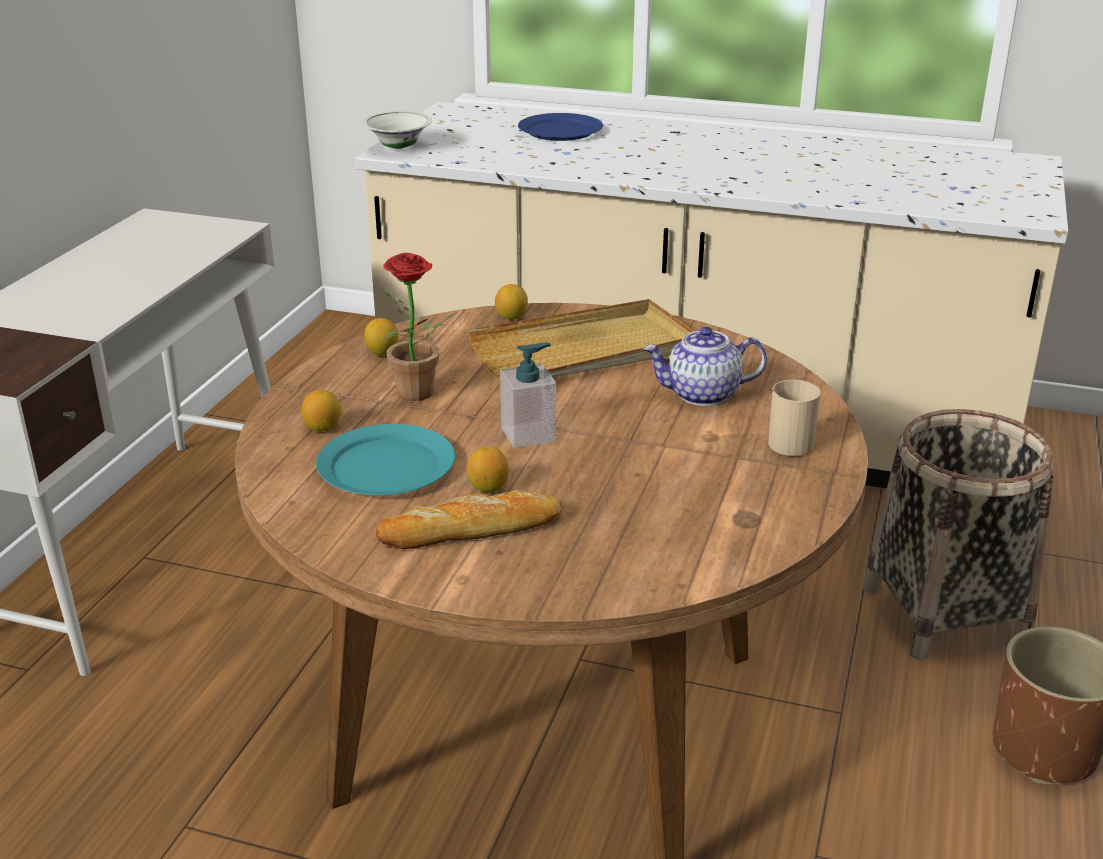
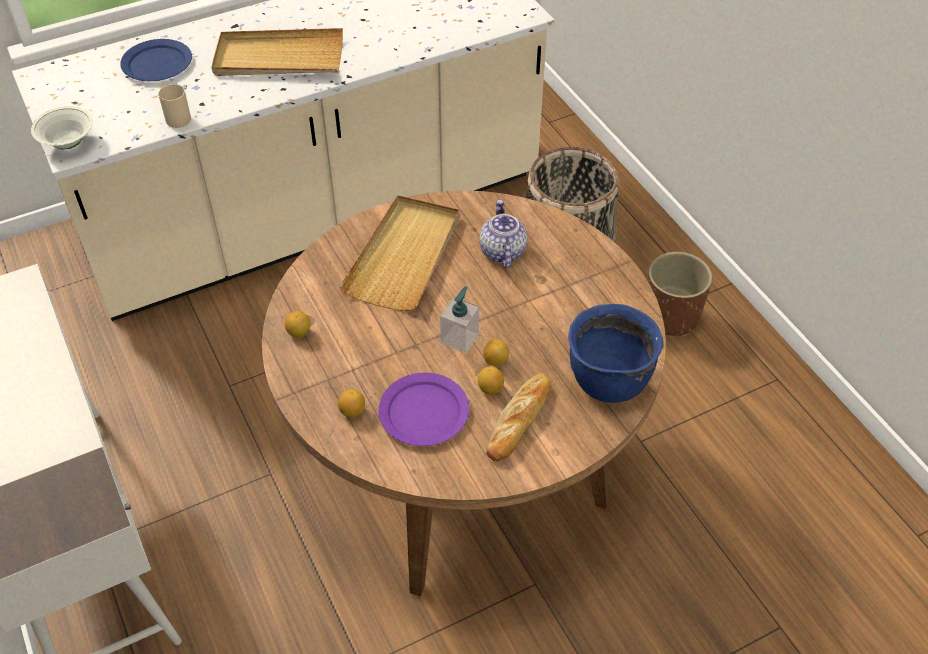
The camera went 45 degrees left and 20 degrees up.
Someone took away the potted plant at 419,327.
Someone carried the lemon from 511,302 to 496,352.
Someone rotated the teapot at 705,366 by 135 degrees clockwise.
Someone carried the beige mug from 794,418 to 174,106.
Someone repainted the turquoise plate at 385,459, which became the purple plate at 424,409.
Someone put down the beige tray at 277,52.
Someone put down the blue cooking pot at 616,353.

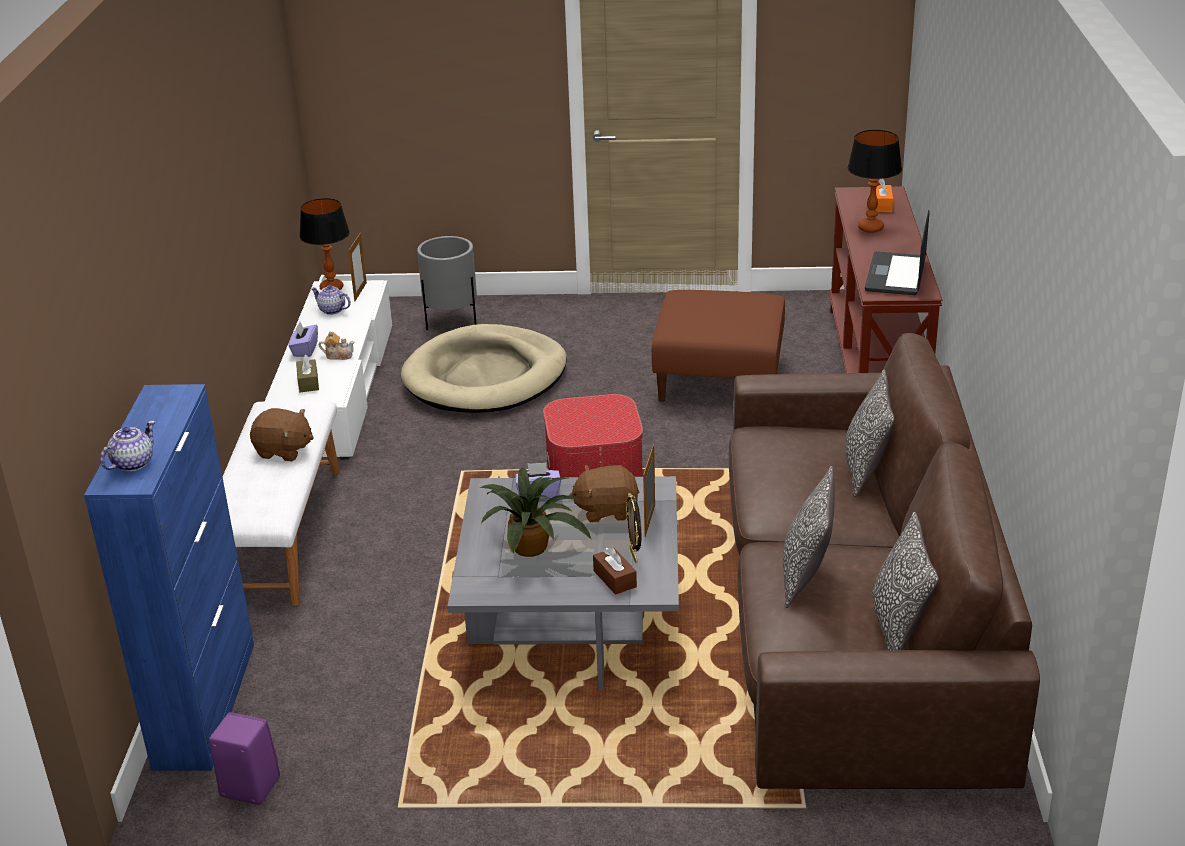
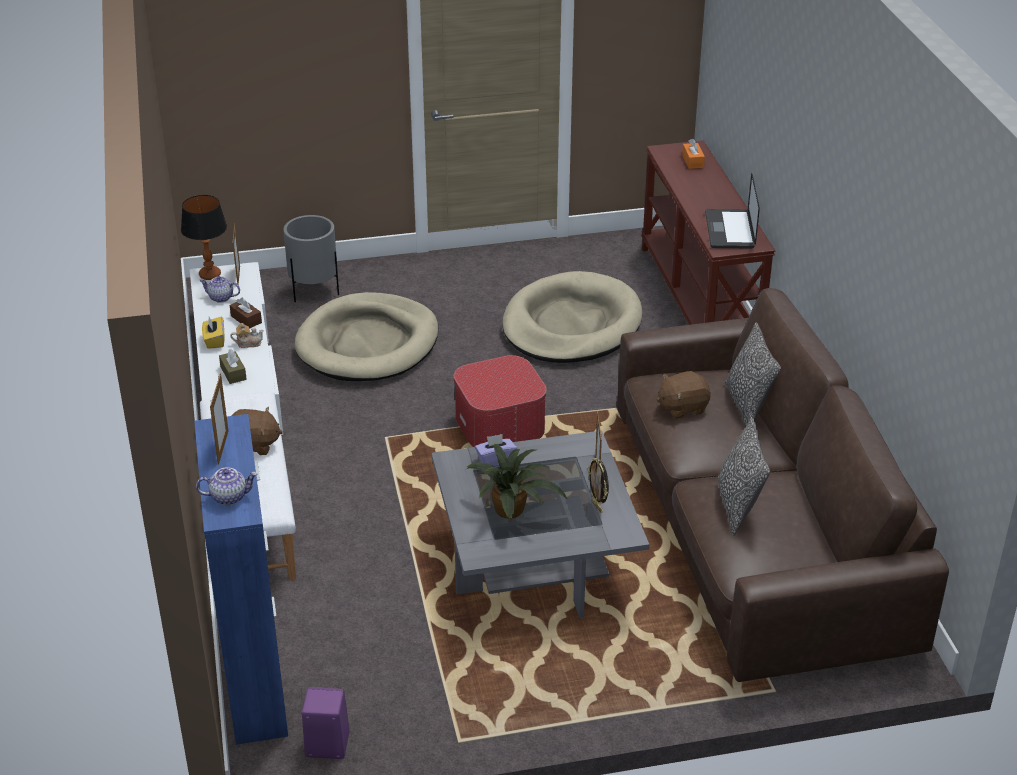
The camera went 15 degrees left and 5 degrees up.
Someone took away the table lamp at 875,181.
Someone swapped the brown ottoman at 718,346 for the beige dog bed at 572,317.
Someone repainted the purple tissue box at 303,339, which became the yellow tissue box at 213,332.
Someone rotated the teapot at 127,446 by 60 degrees clockwise.
Someone carried the brown plush toy from 604,494 to 684,395.
Someone took away the pillow at 905,581.
Someone carried the brown tissue box from 615,571 to 246,313.
Someone put down the picture frame at 219,419.

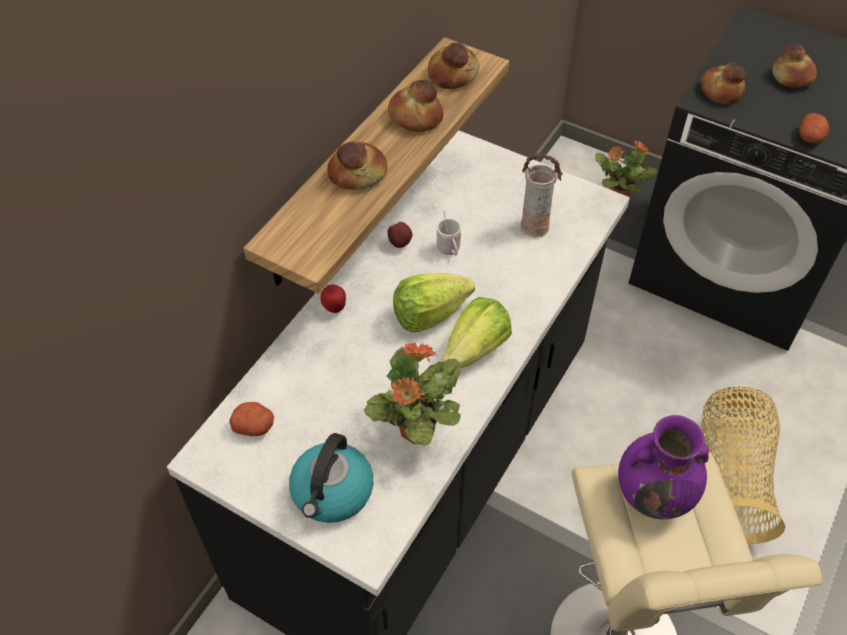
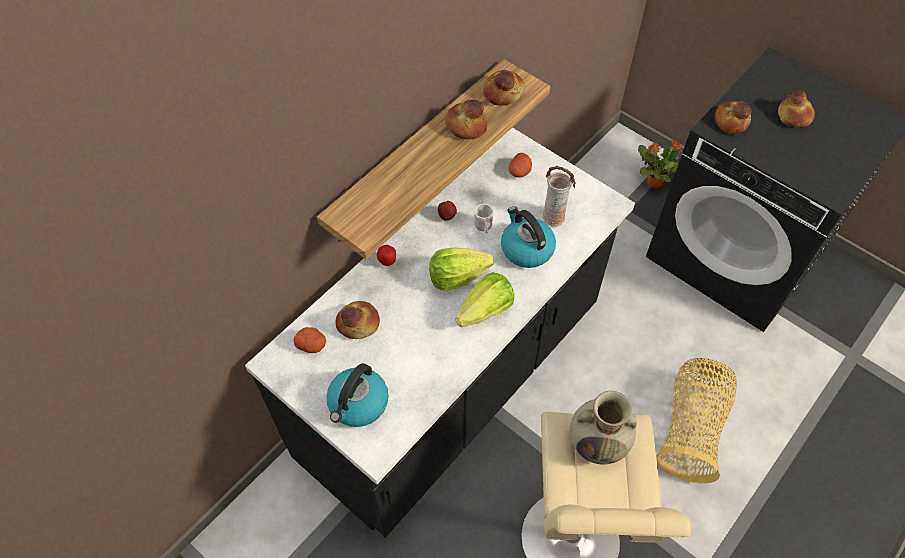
The camera went 10 degrees right and 5 degrees up.
Someone carried the potato from 814,128 to 520,165.
Someone carried the bread from 357,165 to 358,320.
Someone took away the potted plant at 412,394.
Someone repainted the purple vase at 663,467, which became the beige vase at 603,428.
Someone put down the kettle at 528,237.

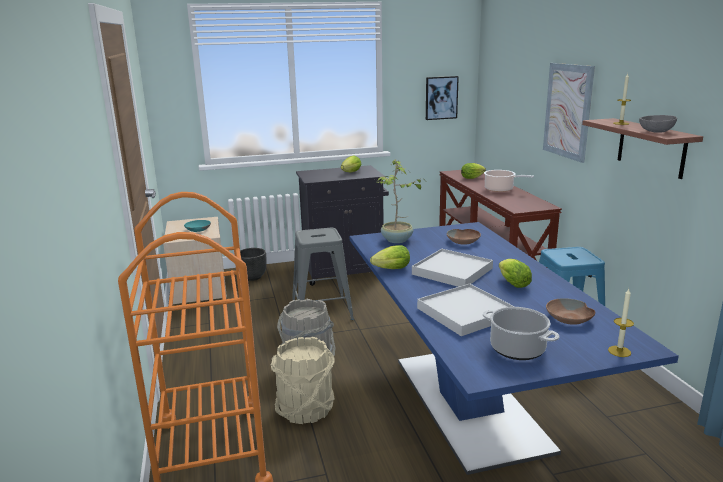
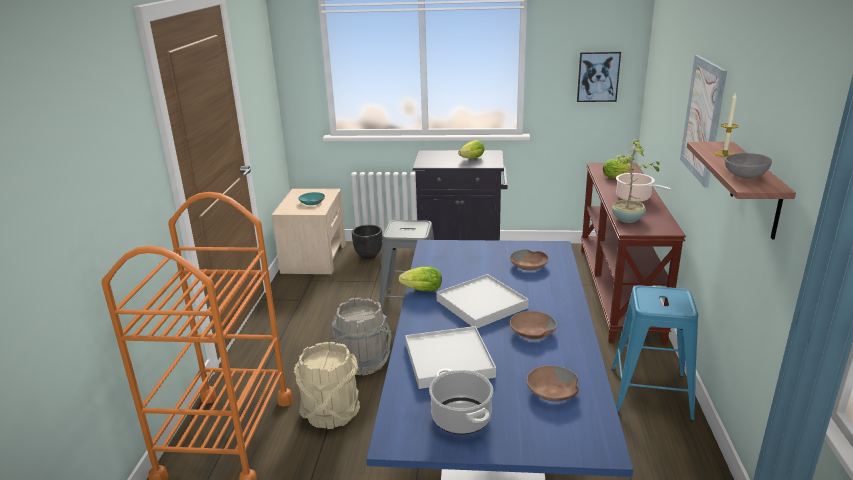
The camera went 20 degrees right and 5 degrees up.
Someone carried the potted plant from 399,201 to 636,181.
Someone swapped the lettuce at 515,273 for the brown bowl at 533,325.
Someone took away the candle at 621,323.

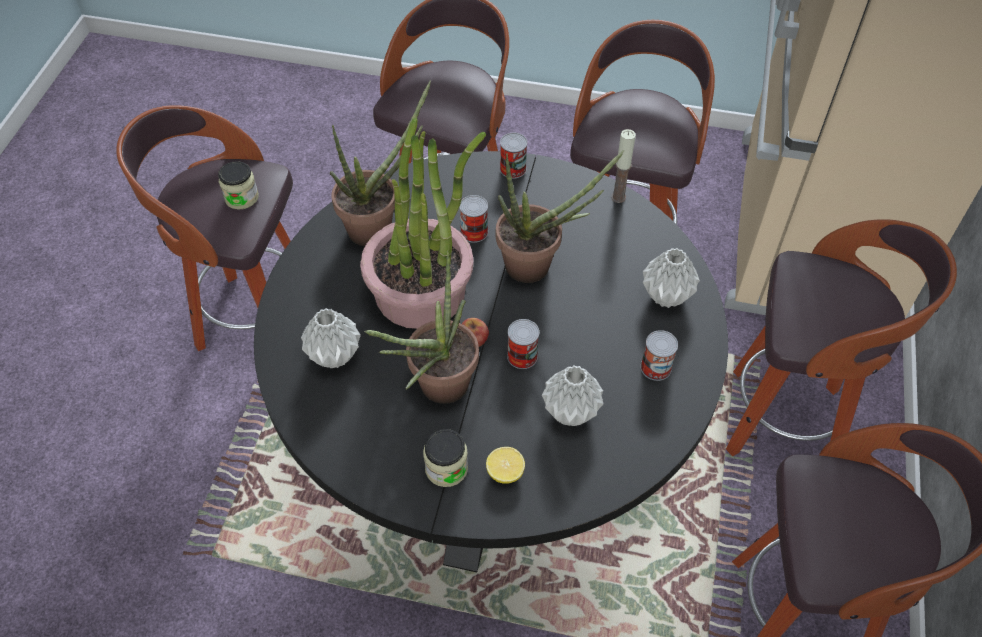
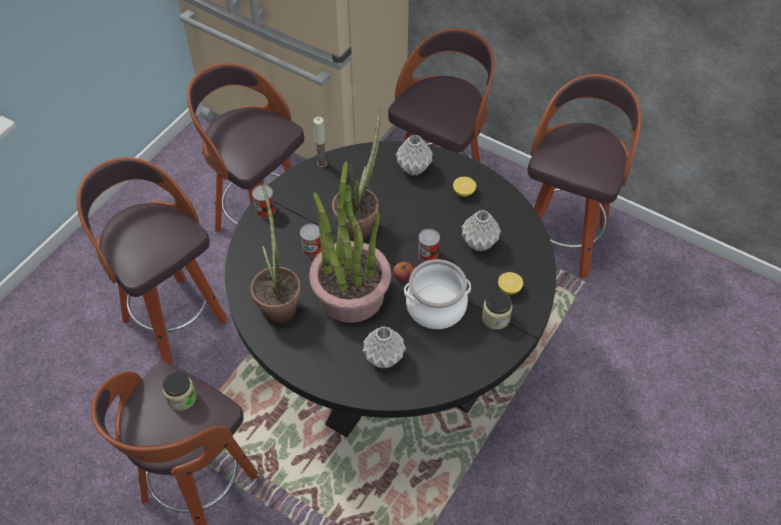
The camera went 70 degrees left and 0 degrees up.
Someone swapped the potted plant at 421,327 for the cooking pot at 437,294.
Someone swapped the can at 659,355 for the lemon at 464,187.

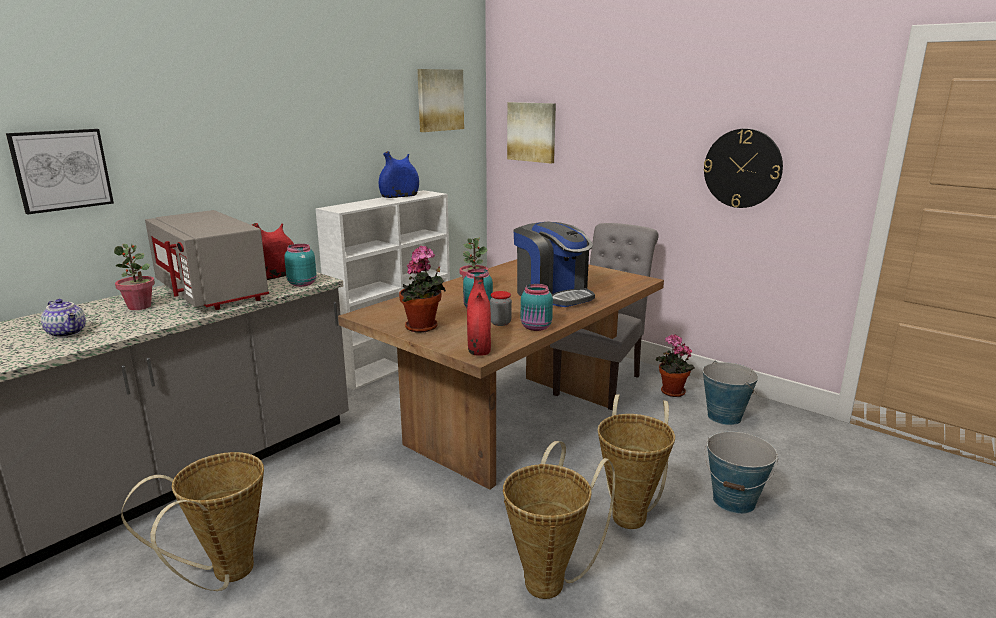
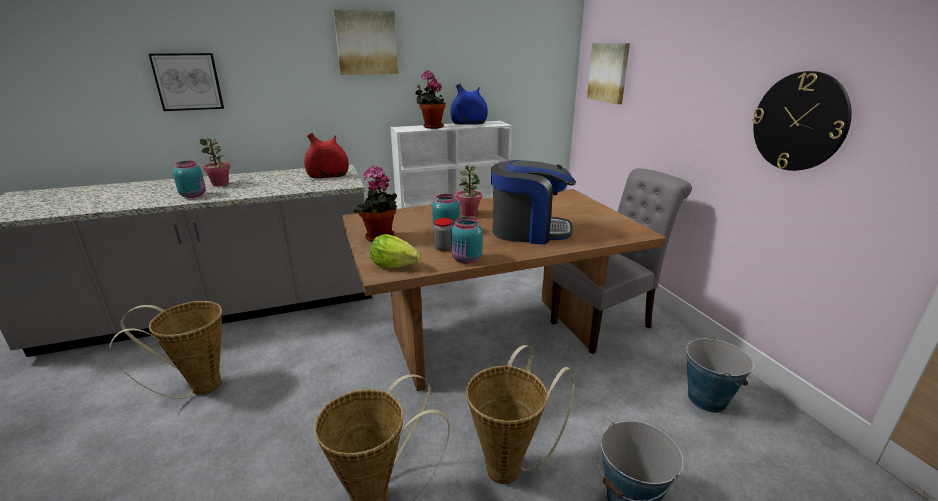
The camera went 30 degrees right and 5 degrees up.
Someone carried the picture from 440,100 to 365,42.
Someone took away the grey microwave at 207,260.
Someone rotated the coffee machine at 554,264 by 75 degrees counterclockwise.
Someone carried the turquoise jar from 300,265 to 189,179.
Someone swapped the red vase at 479,316 for the lettuce at 395,251.
Someone took away the teapot at 63,318.
Someone carried the potted plant from 675,365 to 430,99.

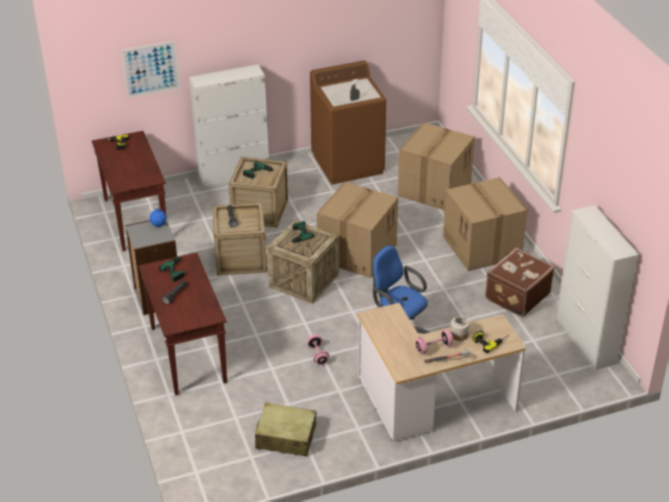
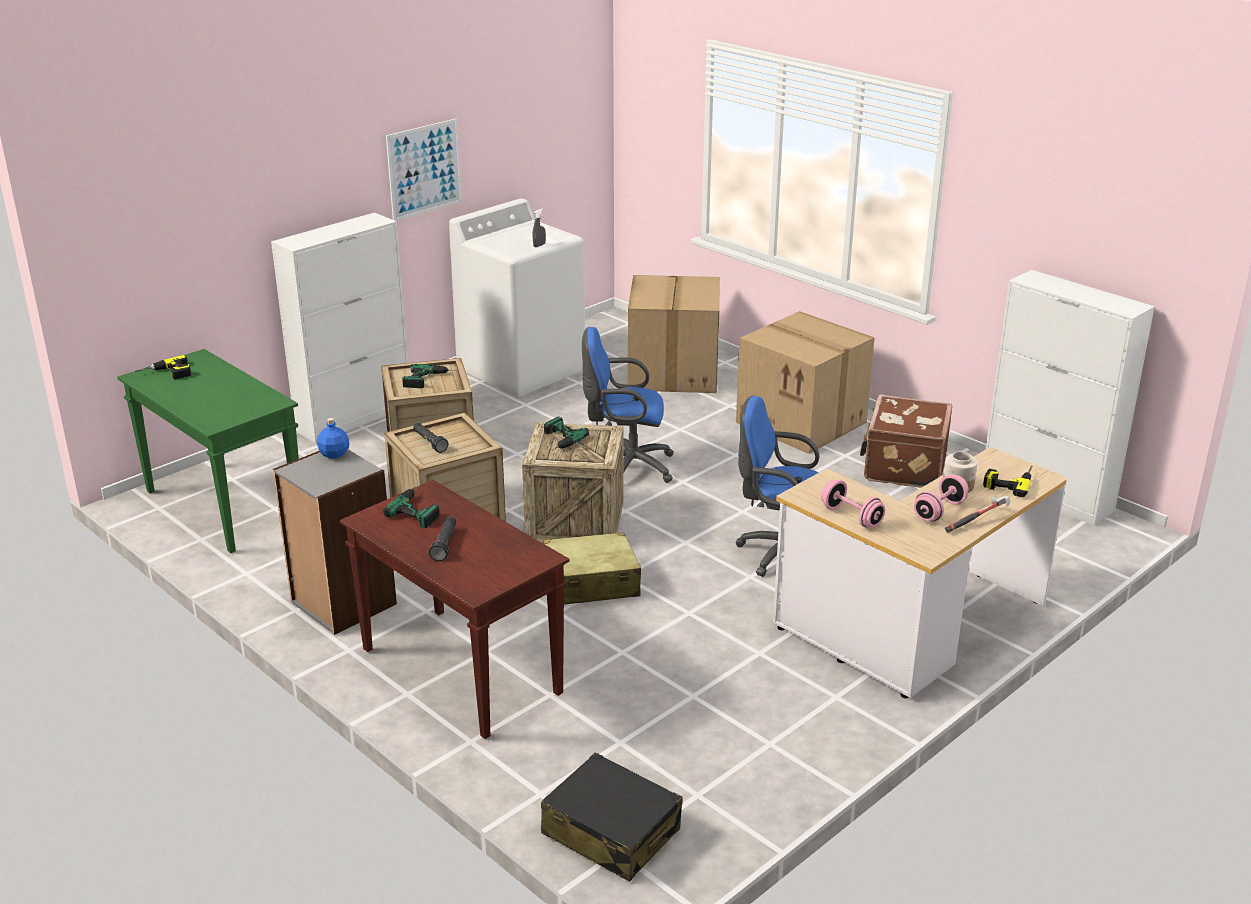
The camera went 25 degrees left and 10 degrees down.
Someone carried the picture from 150,69 to 424,169.
Someone repainted the brown washing machine at 348,122, which became the white washing machine at 517,297.
Someone repainted the brown console table at 129,191, which became the green console table at 208,451.
Someone swapped the cardboard box at 357,230 for the blue office chair at 628,405.
Someone carried the pink dumbbell from 318,350 to 853,504.
Someone carried the beige suitcase from 285,429 to 592,568.
Someone put down the black suitcase at 612,817.

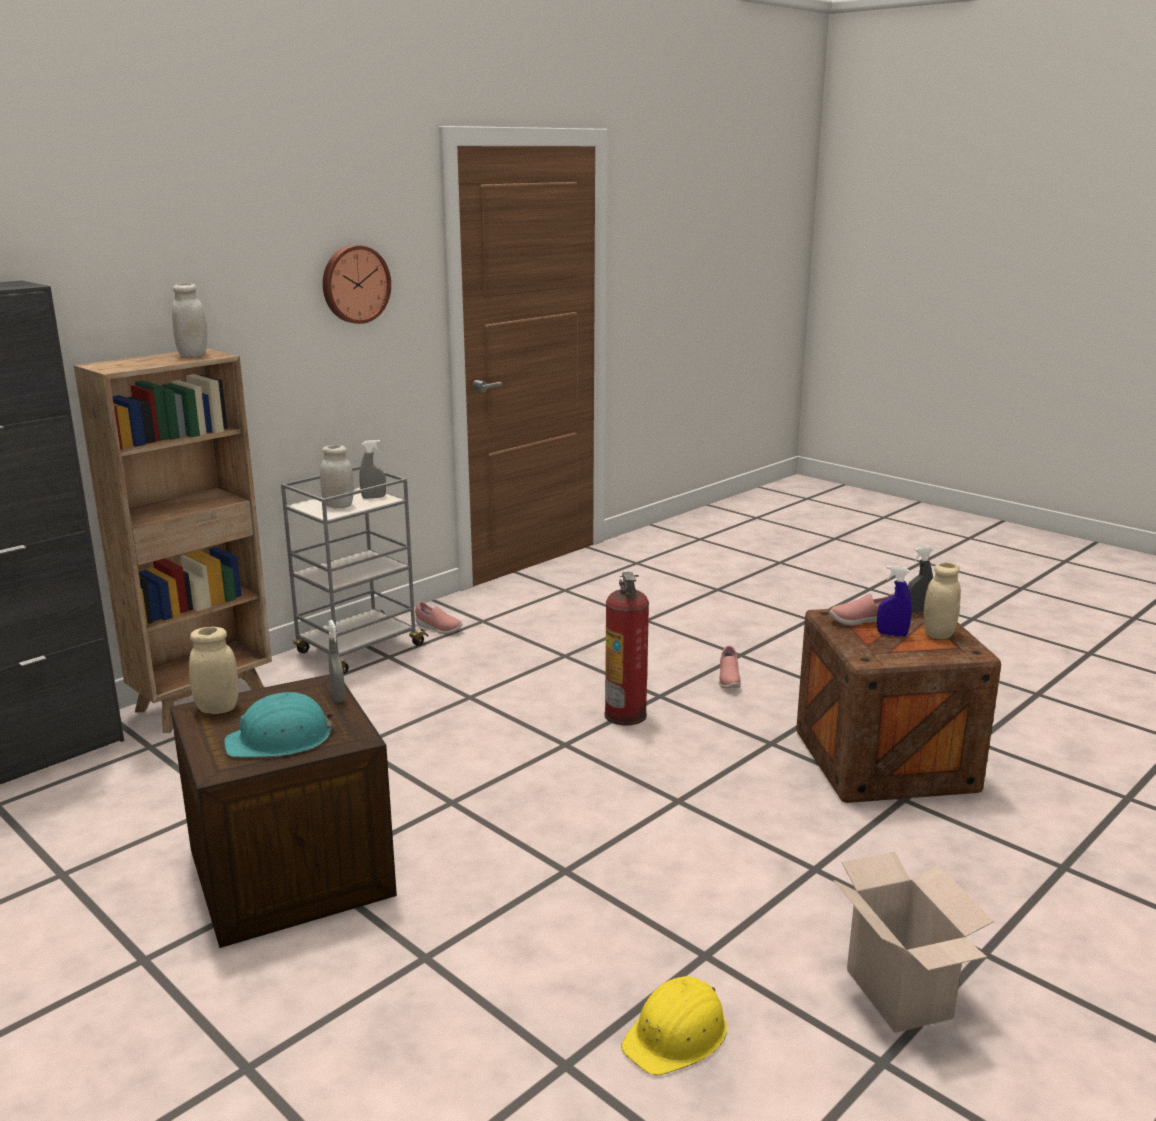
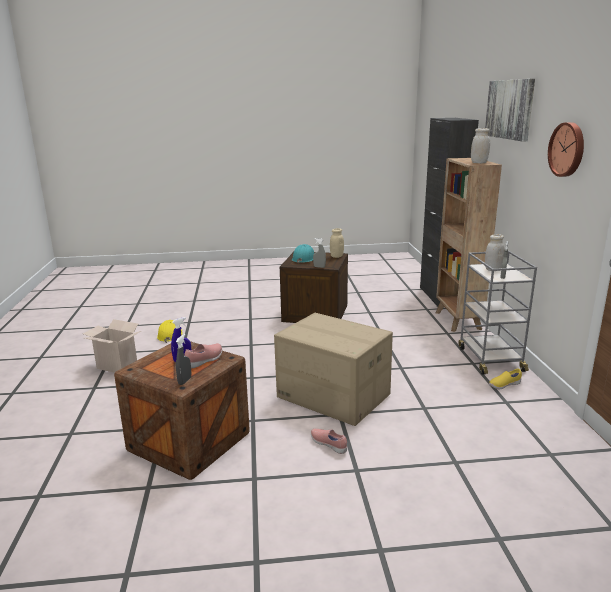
The camera went 130 degrees right and 0 degrees up.
Someone took away the beige jar at 942,600.
Someone swapped the fire extinguisher at 626,649 for the cardboard box at 333,369.
Someone repainted the pink shoe at 438,618, which became the yellow shoe at 505,378.
Someone put up the picture at 510,110.

